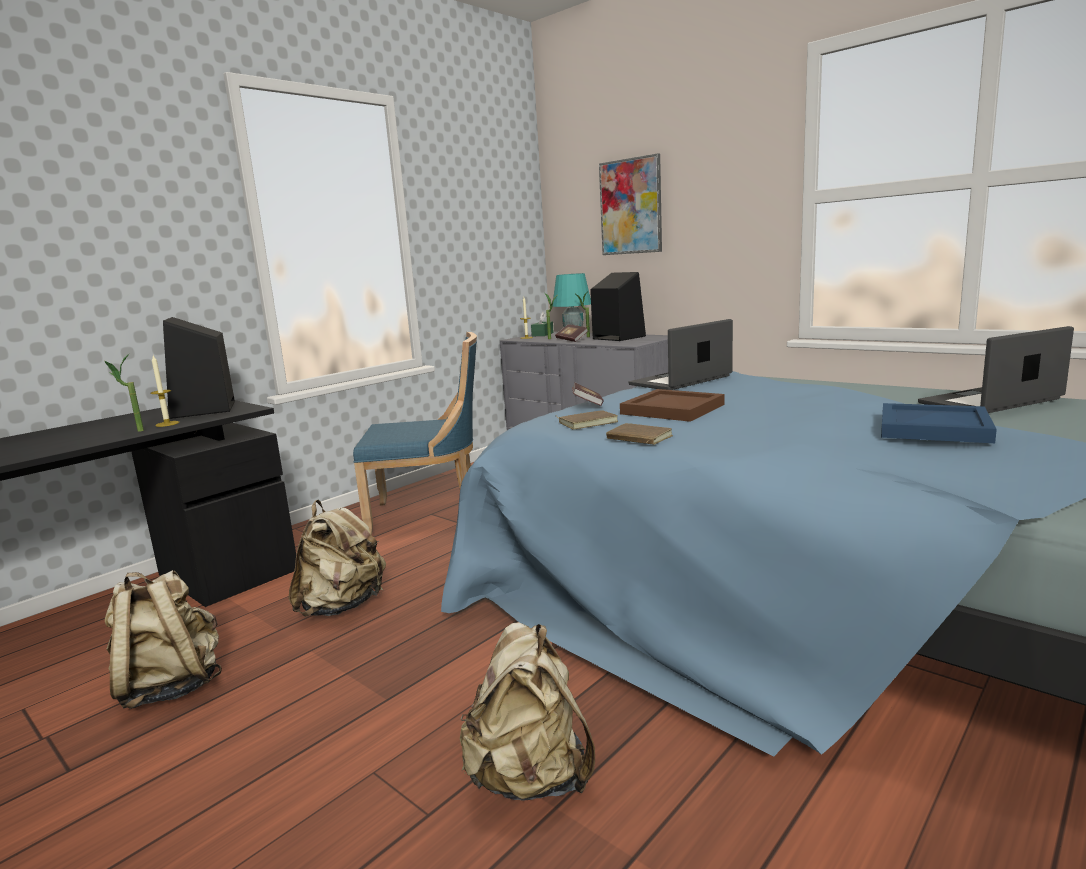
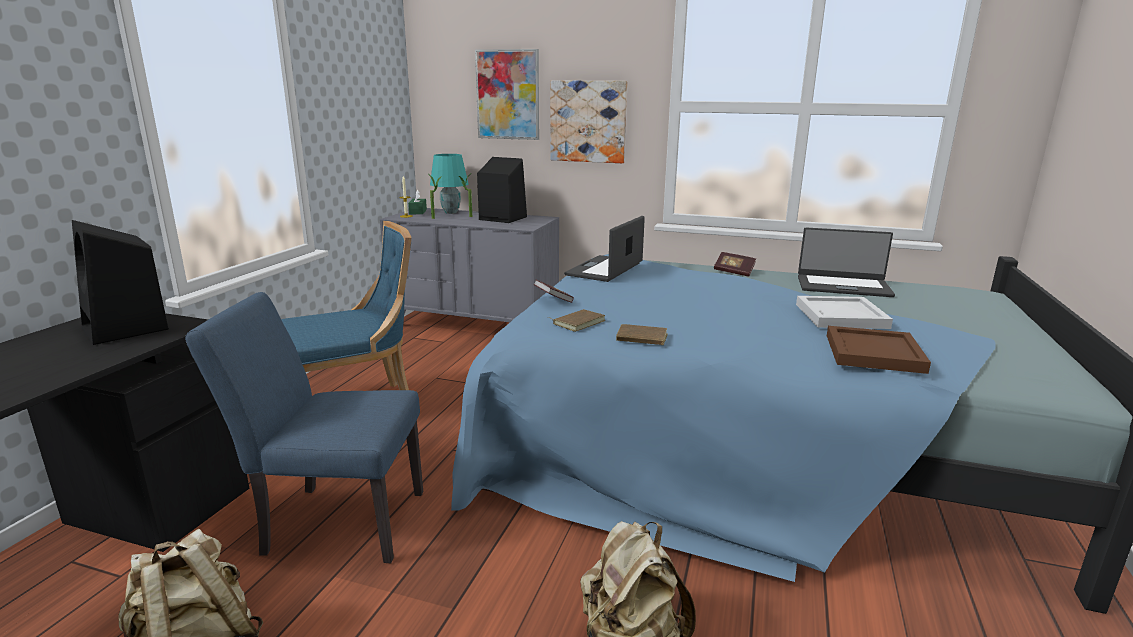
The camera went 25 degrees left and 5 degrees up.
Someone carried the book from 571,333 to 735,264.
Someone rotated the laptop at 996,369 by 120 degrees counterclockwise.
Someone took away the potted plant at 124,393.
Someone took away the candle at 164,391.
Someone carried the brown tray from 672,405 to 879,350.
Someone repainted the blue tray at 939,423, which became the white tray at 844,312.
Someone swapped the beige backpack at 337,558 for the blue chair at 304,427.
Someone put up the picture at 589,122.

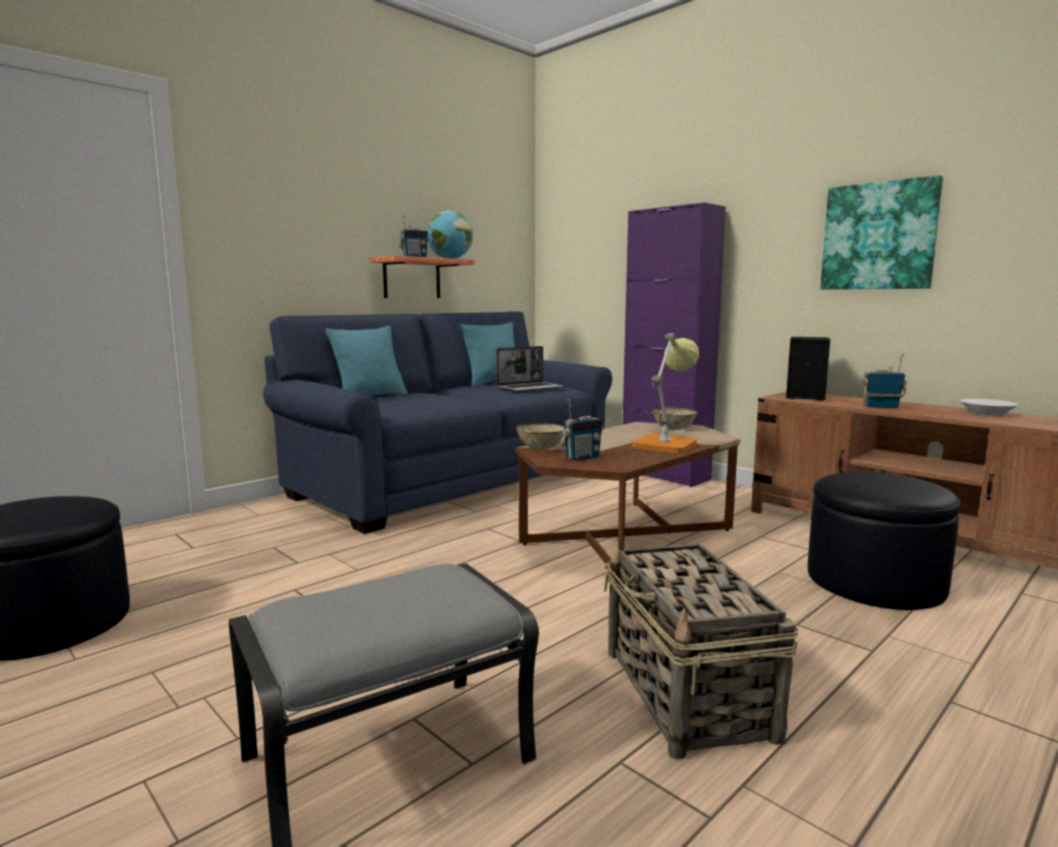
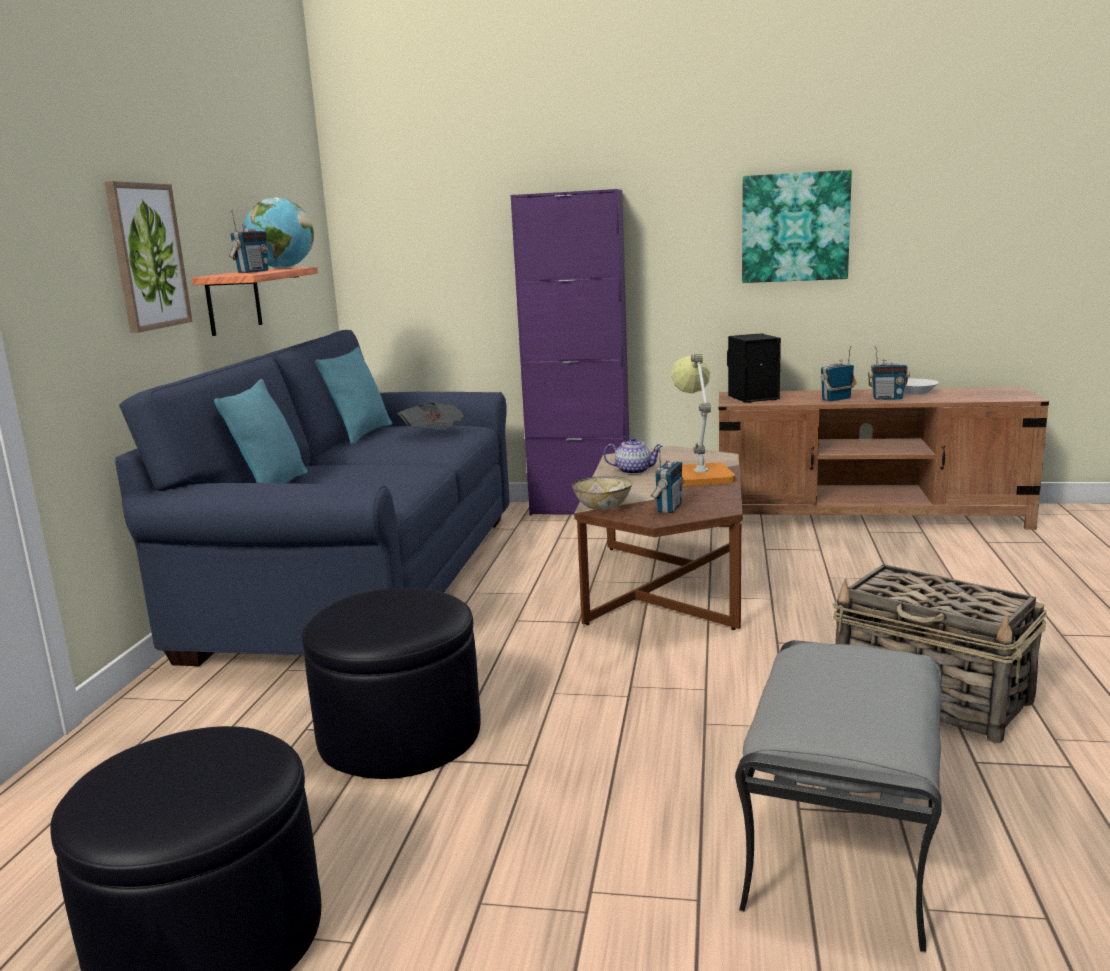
The camera went 35 degrees left and 5 degrees up.
Someone swapped the laptop at 530,369 for the newspaper at 431,415.
Someone took away the bowl at 674,418.
Someone carried the black ottoman from 884,540 to 391,683.
Someone put up the picture at 149,257.
Someone put down the radio at 889,373.
Someone put down the teapot at 633,455.

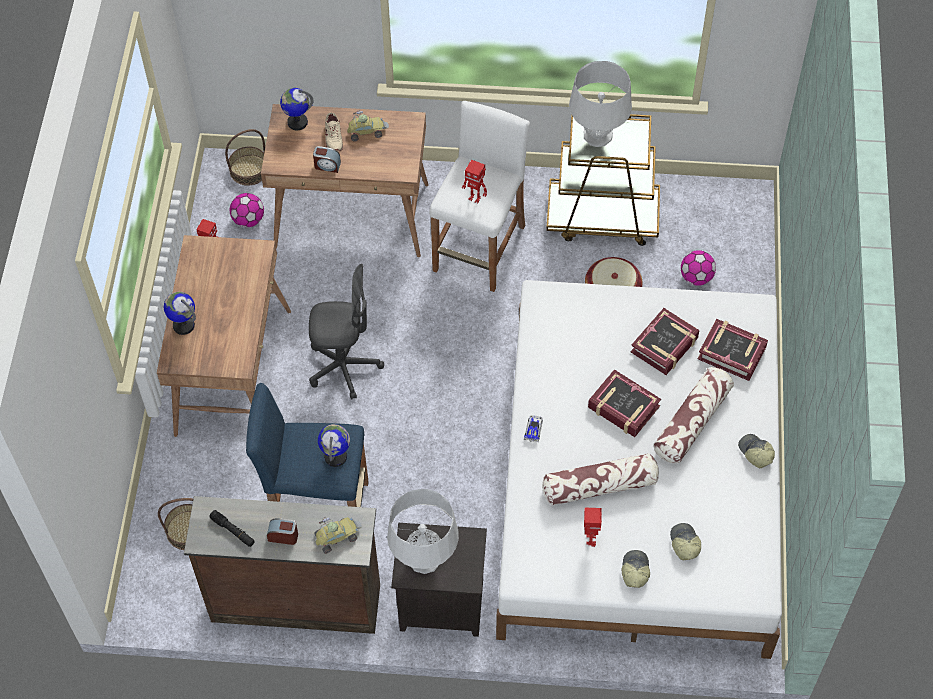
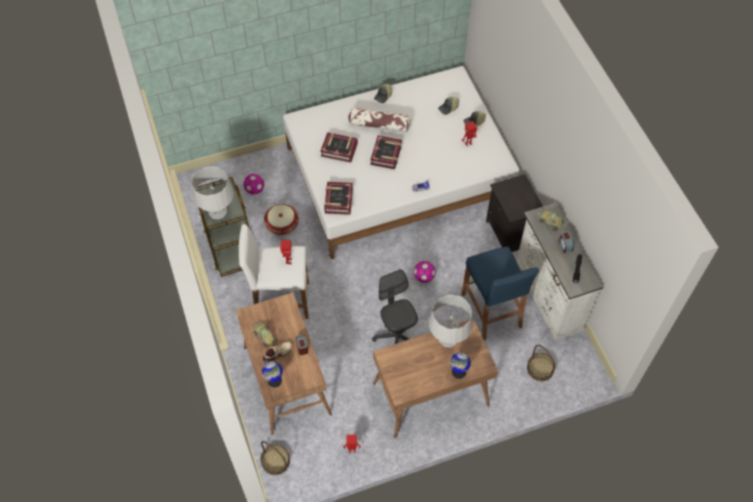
The camera went 115 degrees left and 0 degrees up.
Someone carried the football from 247,210 to 424,272.
Someone carried the book from 733,350 to 338,198.
Someone took away the globe at 334,445.
Someone took away the pillow at 600,479.
Someone carried the grey table lamp from 423,531 to 451,321.
Someone repainted the brown dresser at 282,565, which became the white dresser at 559,272.

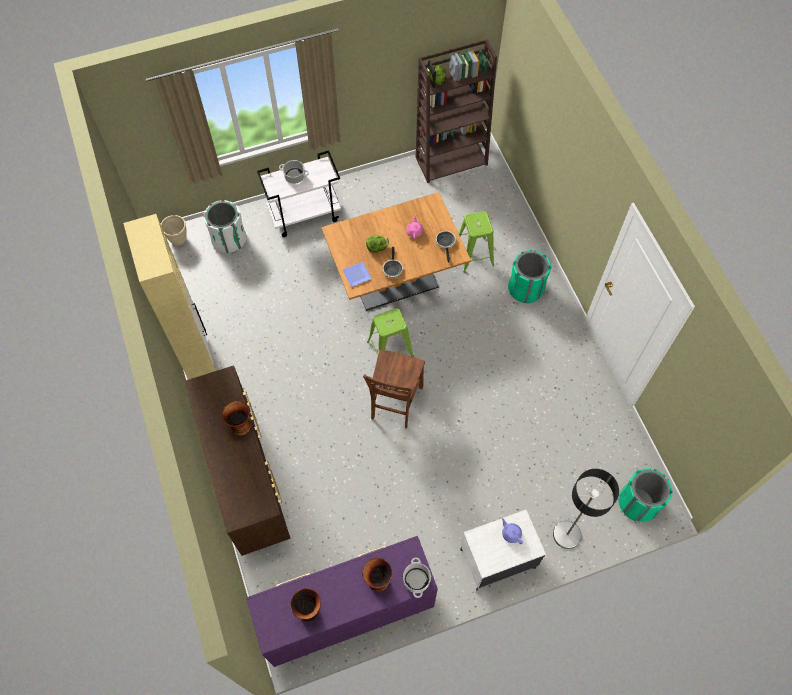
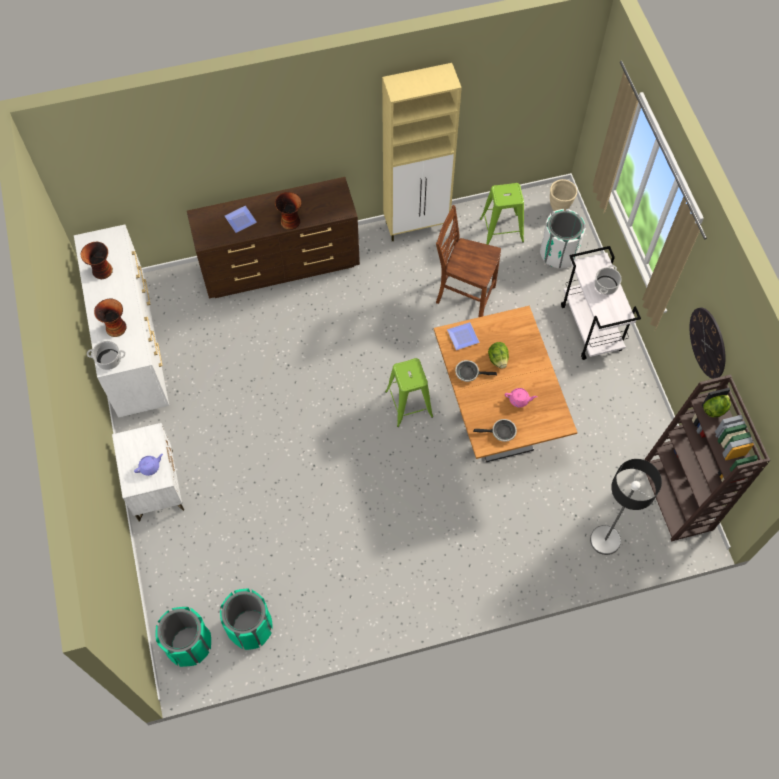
The camera went 95 degrees right and 0 degrees up.
Someone carried the green stool from 476,241 to 502,214.
Someone carried the green trash can from 529,276 to 246,619.
Someone carried the brown chair from 394,389 to 468,261.
Someone carried the floor lamp from 586,509 to 626,507.
Someone repainted the purple dresser at 342,601, which became the white dresser at 121,321.
Someone put down the plate at 241,219.
Someone put up the wall clock at 708,343.

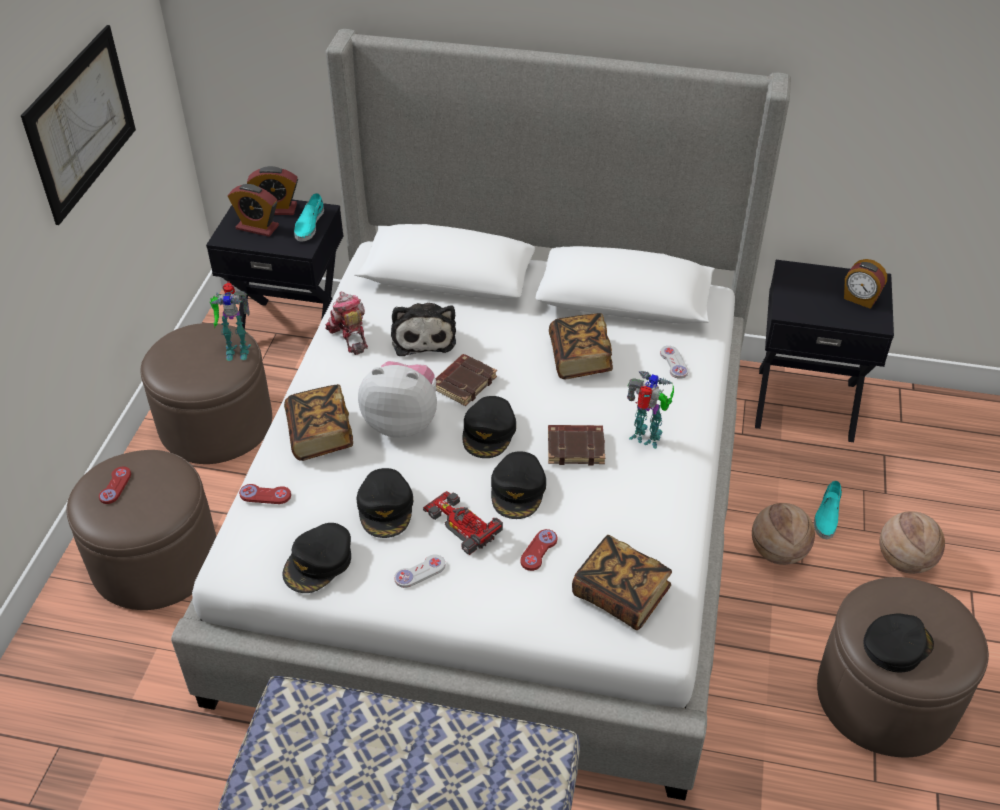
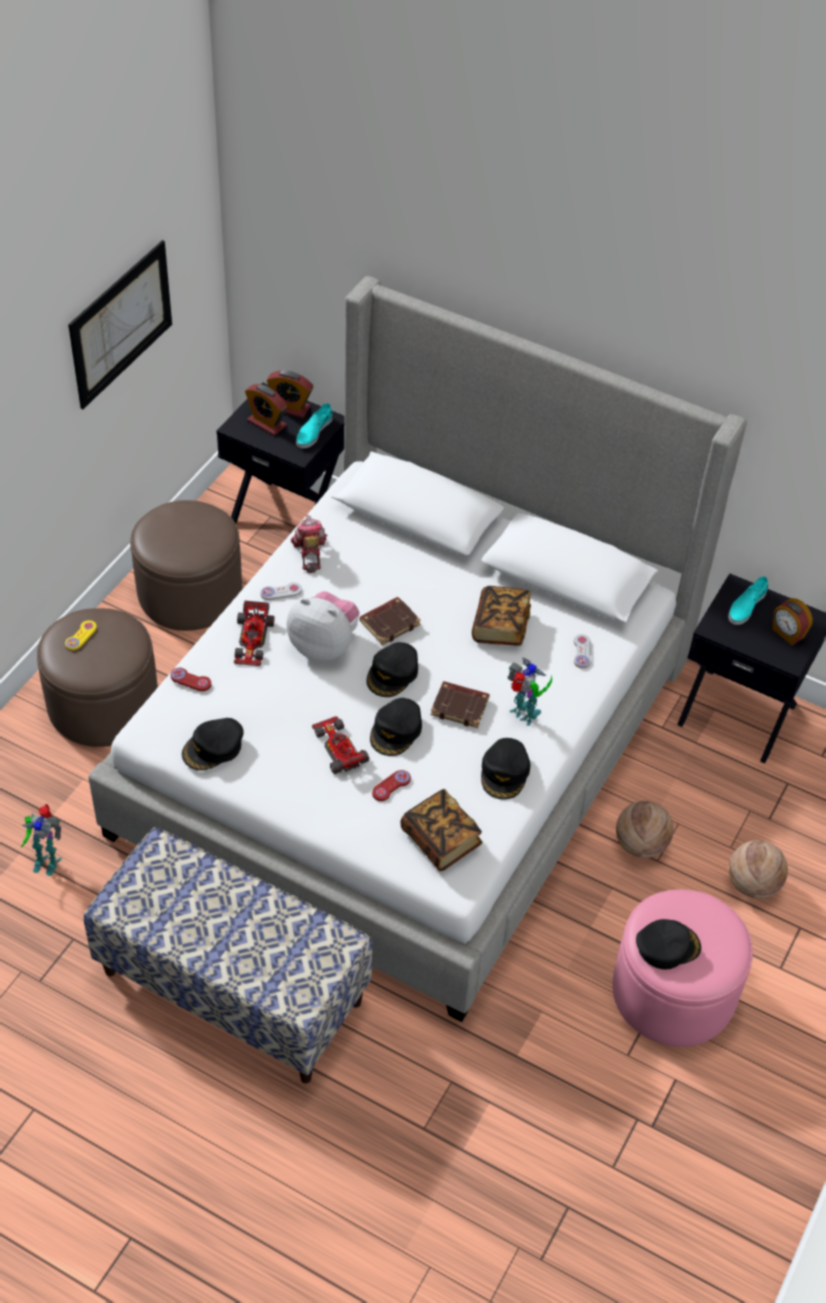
The camera went 15 degrees right and 5 degrees up.
Someone carried the toy robot from 230,321 to 41,840.
Someone took away the plush toy at 423,329.
Someone swapped the book at 318,422 for the toy car at 254,633.
Someone repainted the red game controller at 115,485, which became the yellow game controller at 81,635.
Someone carried the black cap from 384,503 to 505,768.
Someone carried the turquoise shoe from 828,510 to 748,600.
Someone carried the white game controller from 419,571 to 281,591.
Someone repainted the brown ottoman at 903,667, which became the pink ottoman at 682,968.

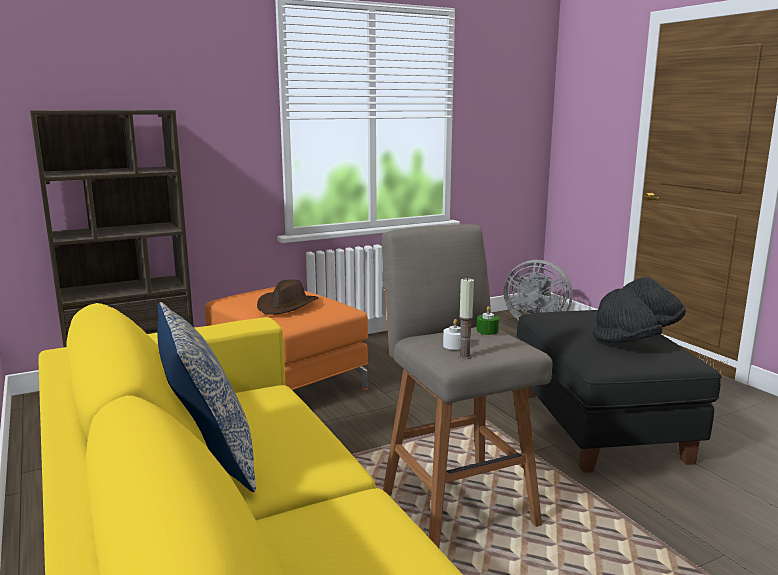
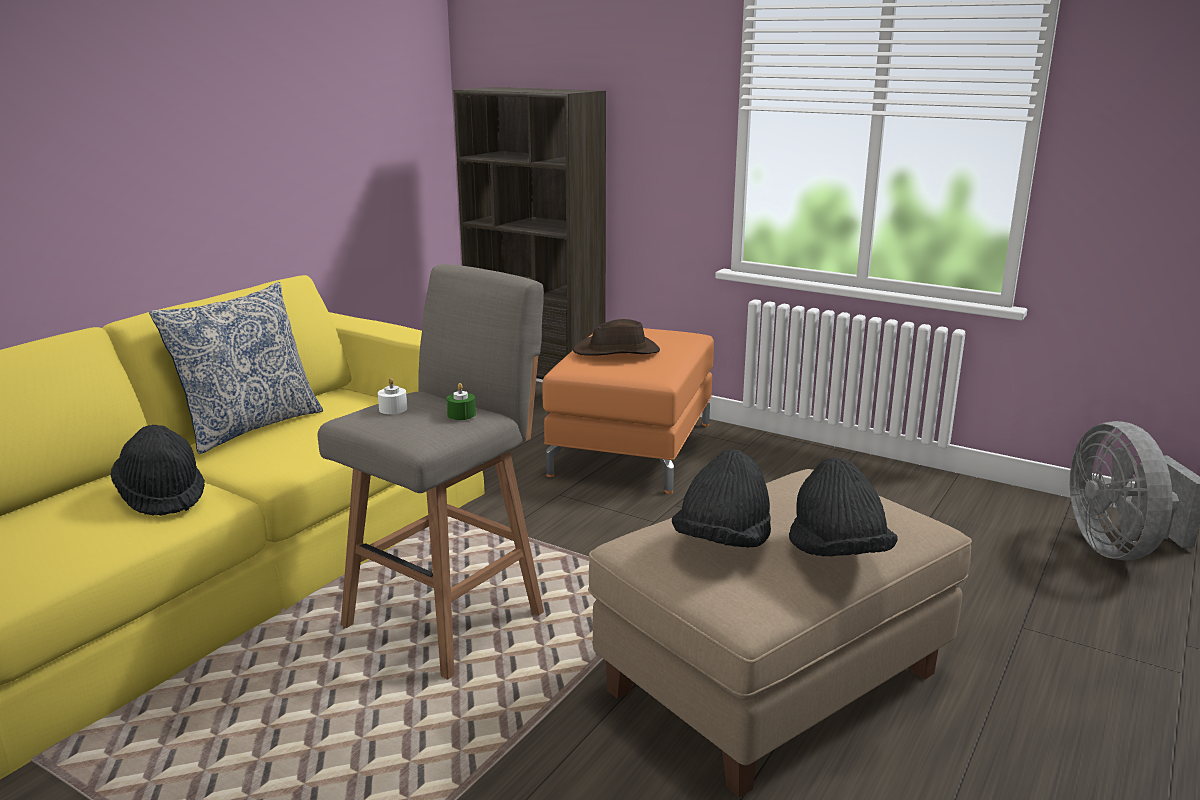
The camera went 60 degrees right and 5 degrees up.
Someone took away the candle at 466,318.
Someone repainted the black ottoman at 619,391, which became the beige ottoman at 780,633.
Someone put down the black hat at 158,470.

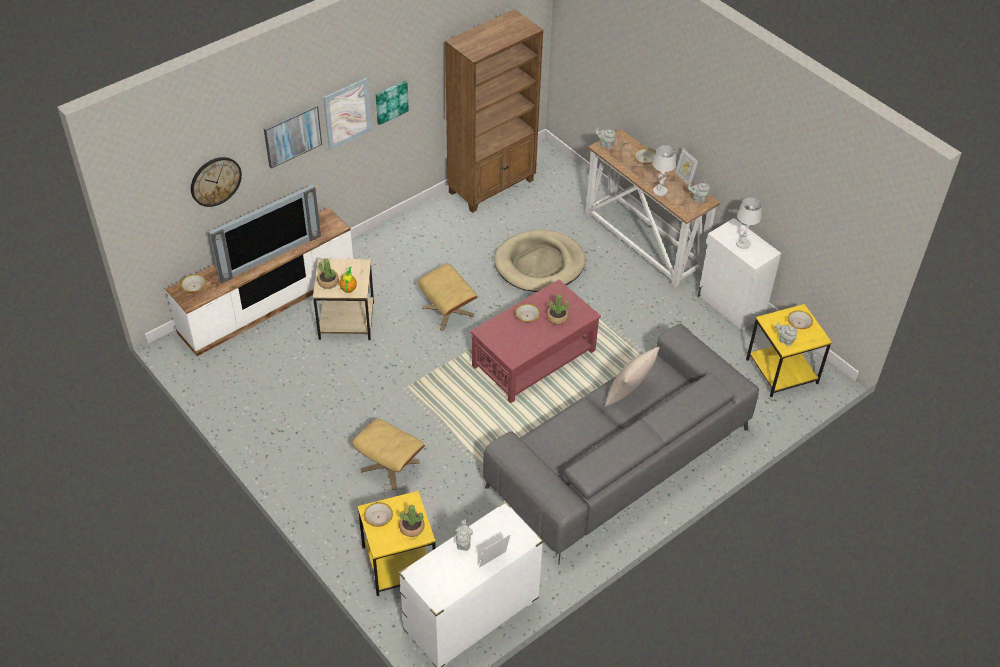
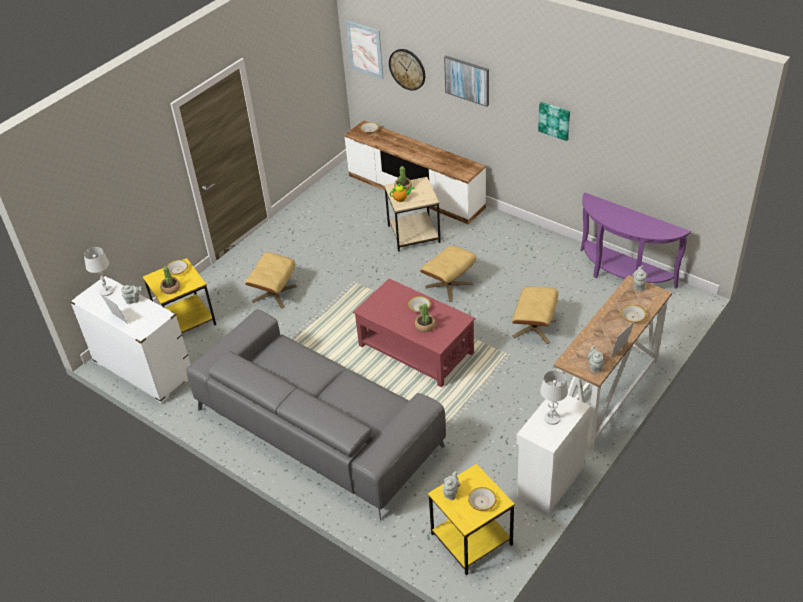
The camera went 80 degrees right and 5 degrees down.
Someone swapped the brown bookcase at 494,111 for the purple console table at 635,241.
Someone carried the picture from 347,114 to 365,50.
Someone carried the white table lamp from 664,170 to 99,271.
Someone took away the television at 265,234.
Someone swapped the beige dog bed at 540,261 for the beige ottoman at 535,315.
Someone took away the beige pillow at 632,377.

